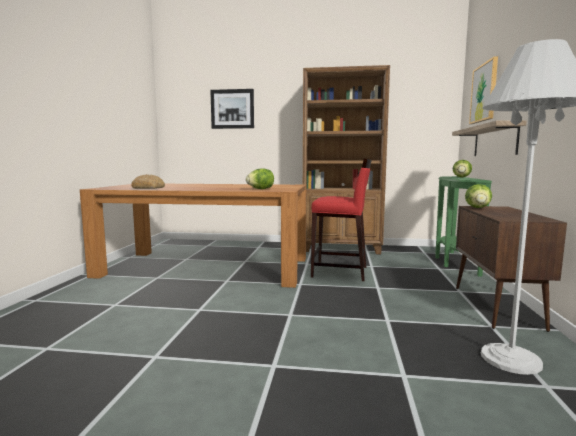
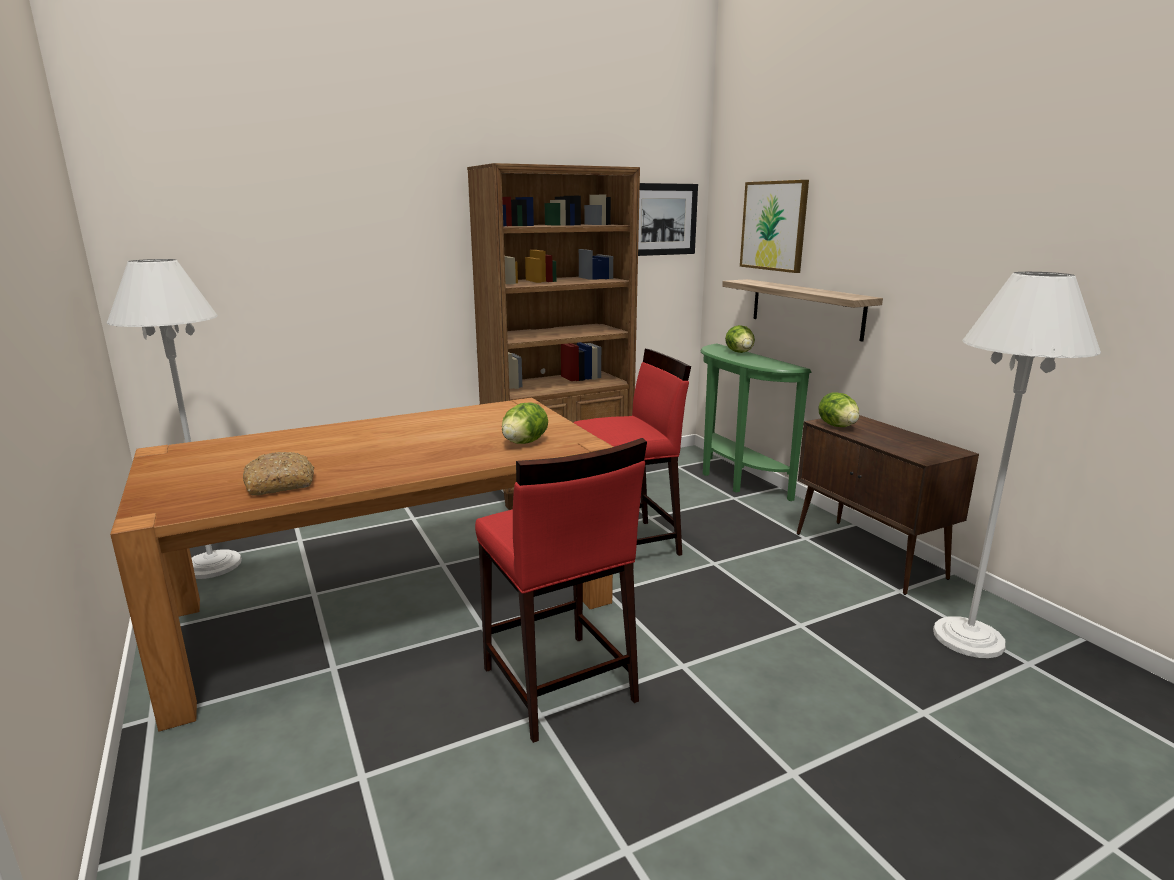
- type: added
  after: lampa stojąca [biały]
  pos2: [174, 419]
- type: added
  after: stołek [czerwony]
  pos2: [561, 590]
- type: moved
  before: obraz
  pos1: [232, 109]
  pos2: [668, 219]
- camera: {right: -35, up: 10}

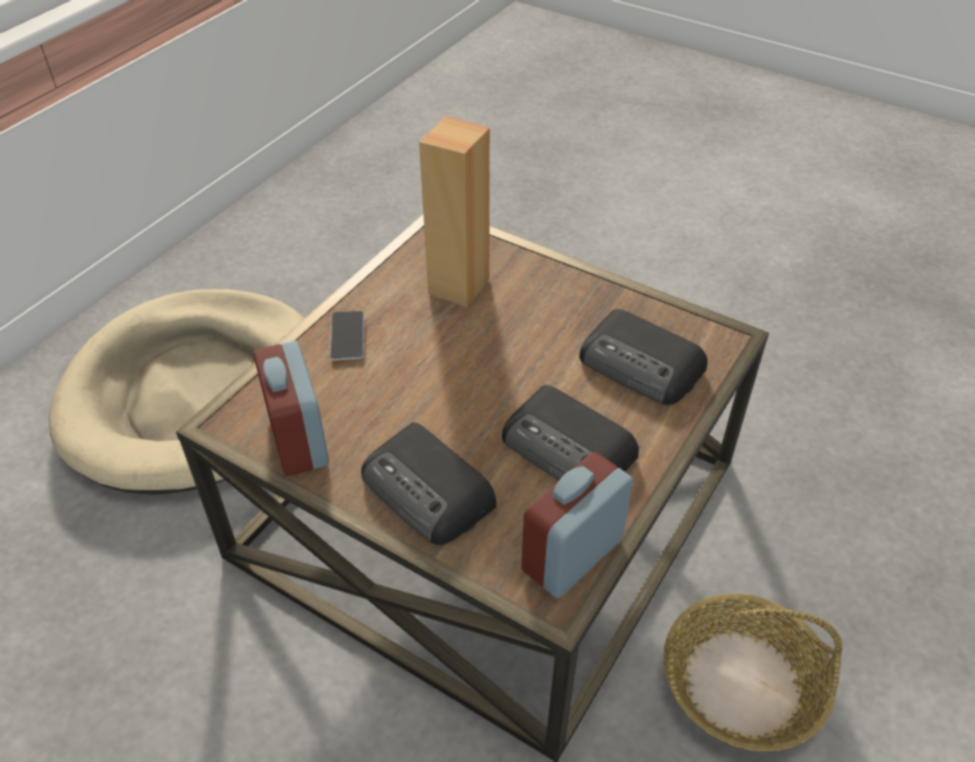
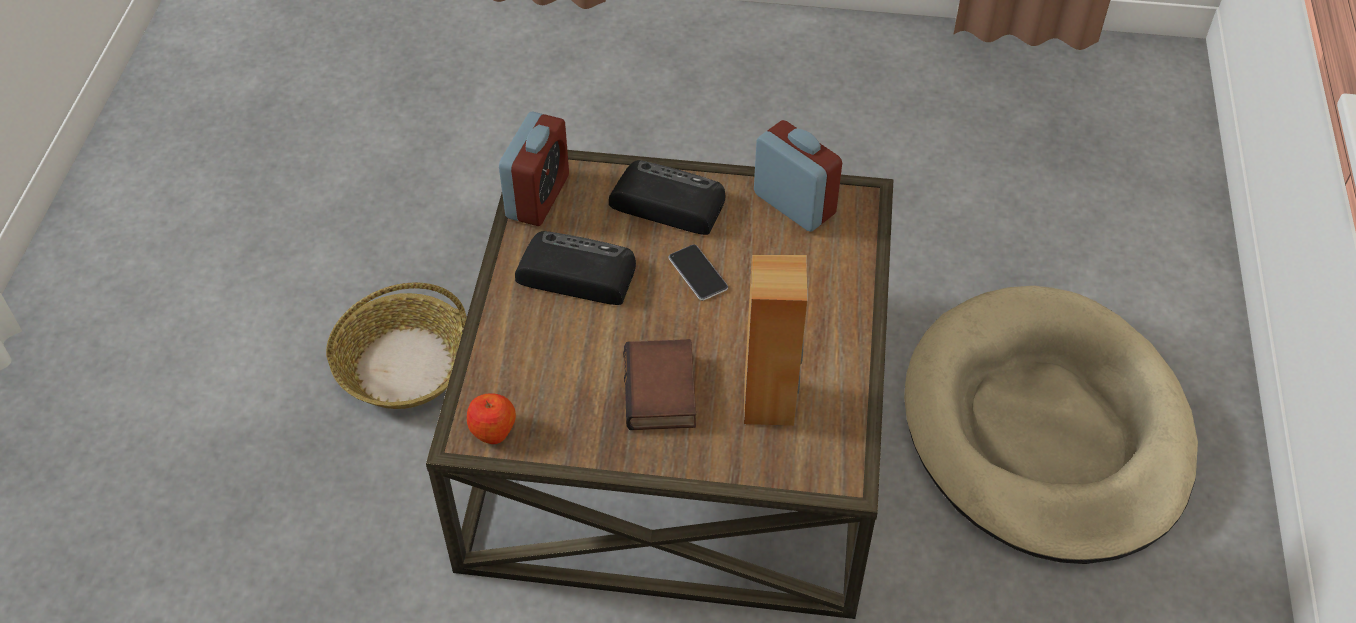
- type: removed
  before: radio
  pos1: [643, 357]
- type: added
  after: jabłko
  pos2: [491, 418]
- type: added
  after: książka
  pos2: [659, 384]
- type: moved
  before: telefon
  pos1: [347, 335]
  pos2: [698, 273]
- camera: {right: 155, up: 5}

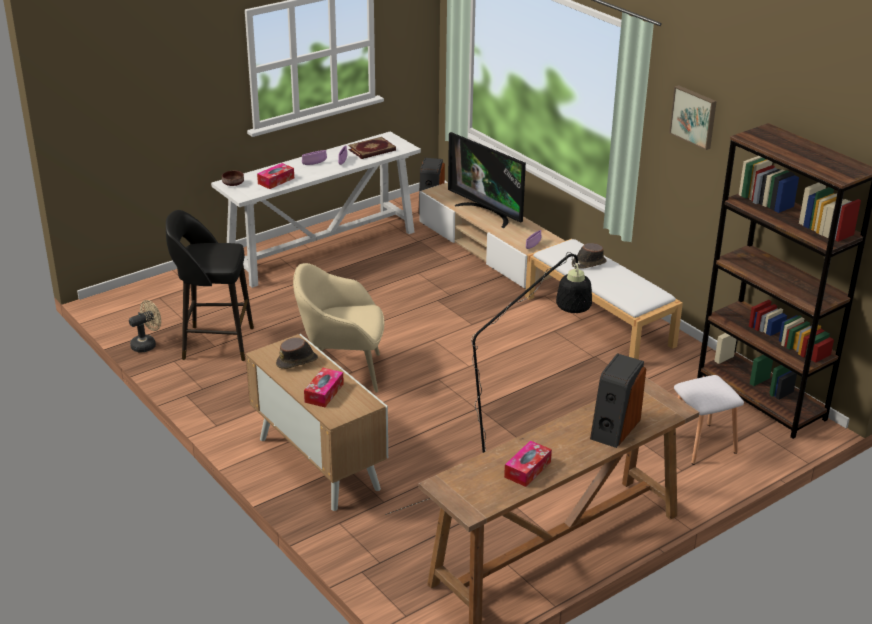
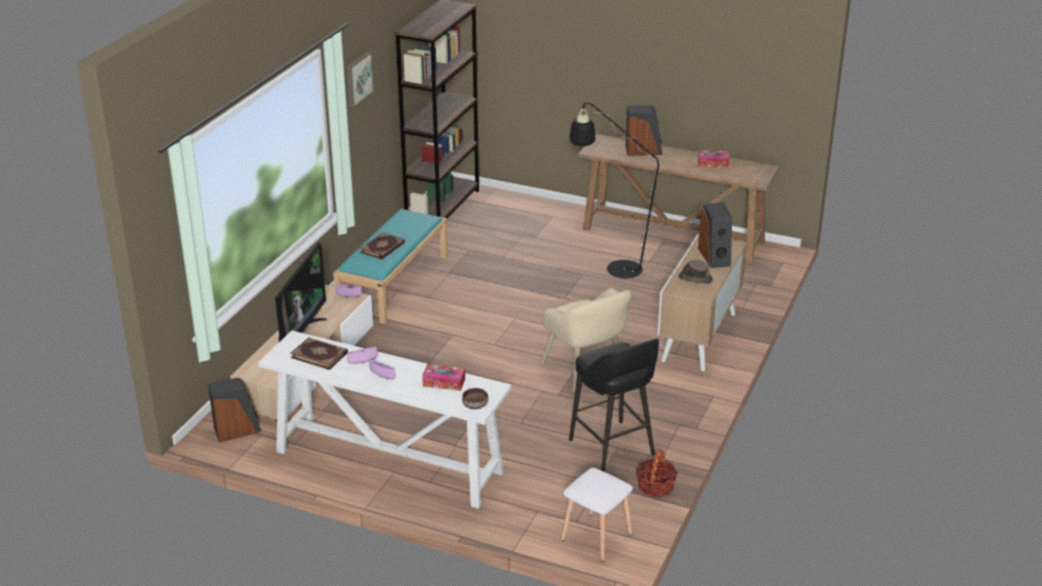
- type: moved
  before: stołek [biały]
  pos1: [709, 420]
  pos2: [597, 515]
- type: replaced
  before: wentylator [beżowy]
  after: koszyk
  pos1: [145, 326]
  pos2: [657, 473]
- type: replaced
  before: pudełko chusteczek
  after: głośnik
  pos1: [324, 387]
  pos2: [715, 235]
- type: replaced
  before: kapelusz [brązowy]
  after: książka
  pos1: [589, 256]
  pos2: [382, 245]
- type: recoloured
  before: ławka [biały]
  after: ławka [turkusowy]
  pos1: [604, 299]
  pos2: [390, 266]
- camera: {right: -120, up: 0}

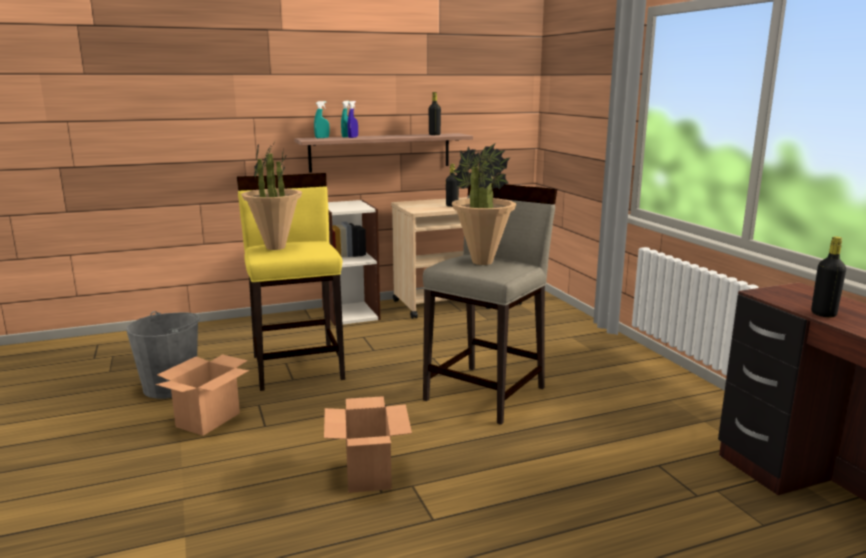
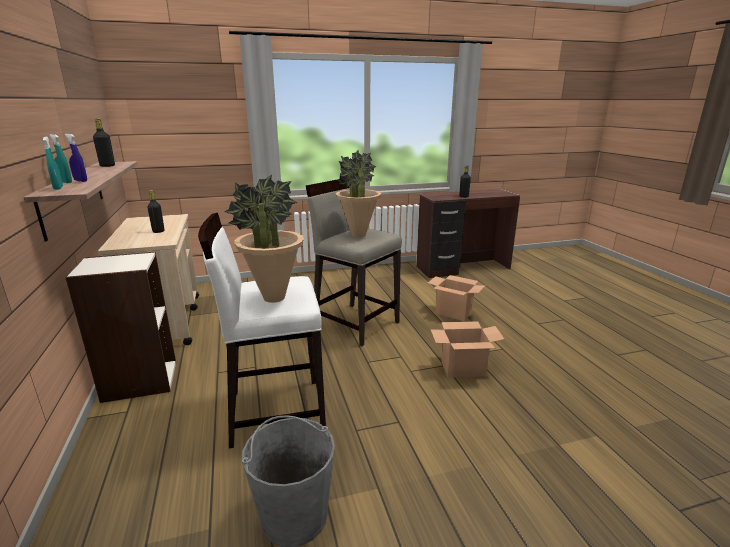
- type: moved
  before: karton
  pos1: [202, 395]
  pos2: [457, 298]
- type: recoloured
  before: stołek [żółty]
  after: stołek [biały]
  pos1: [291, 282]
  pos2: [262, 330]
- camera: {right: -85, up: 5}

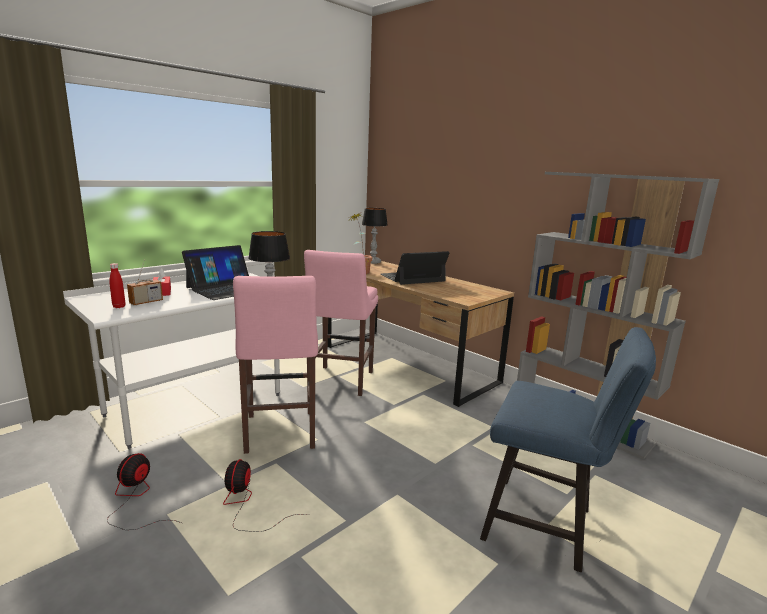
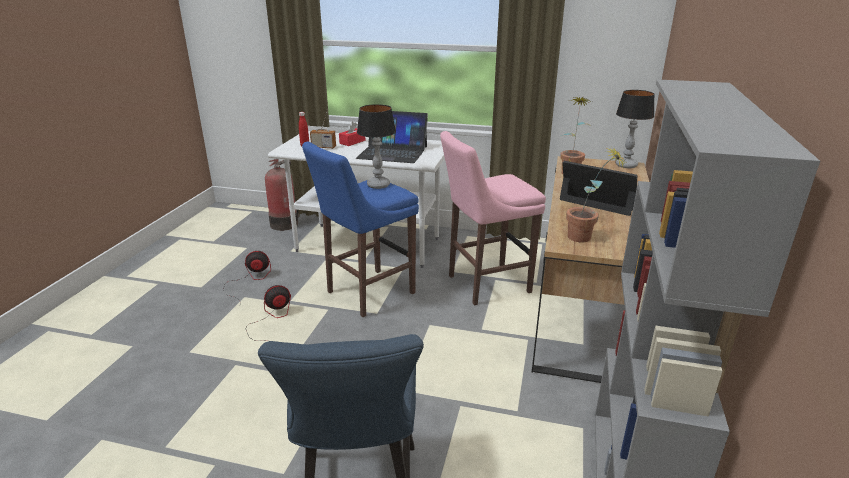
- type: added
  after: gaśnica
  pos2: [282, 195]
- type: added
  after: roślina doniczkowa
  pos2: [595, 194]
- type: recoloured
  before: stołek [różowy]
  after: stołek [niebieski]
  pos1: [275, 365]
  pos2: [360, 229]
- camera: {right: 60, up: 10}

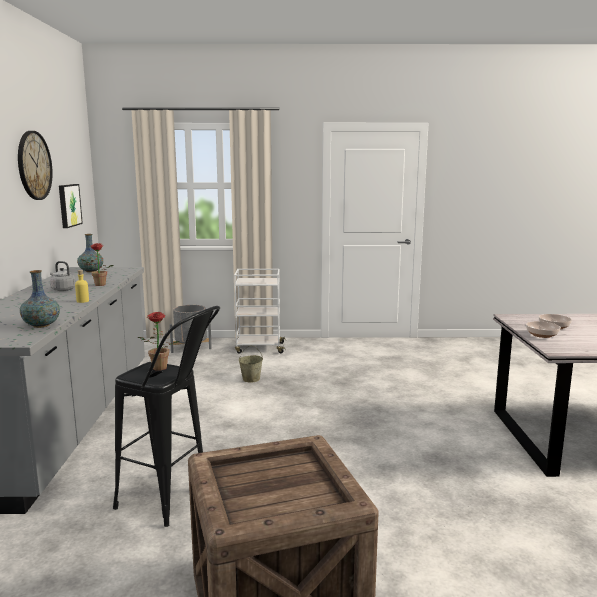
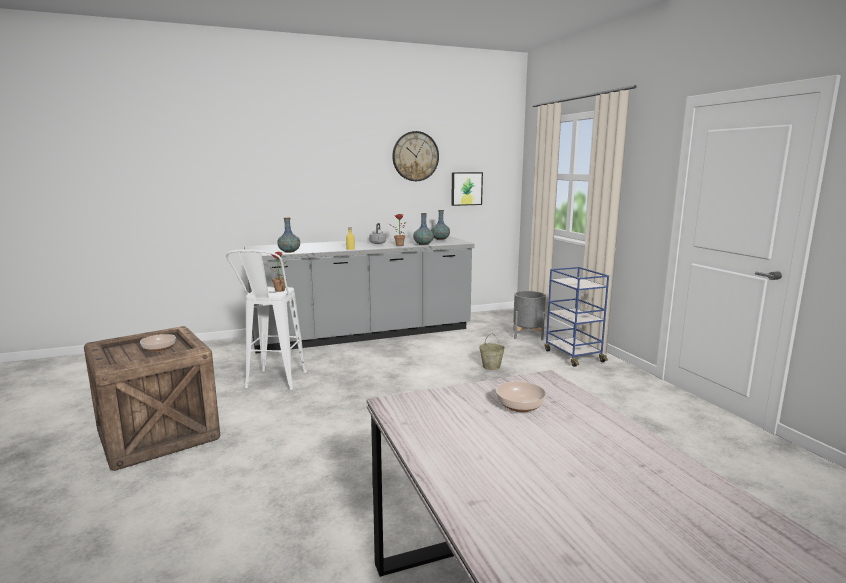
- type: added
  after: wazon
  pos2: [423, 229]
- type: moved
  before: miska
  pos1: [543, 329]
  pos2: [158, 343]
- type: recoloured
  before: stołek [czarny]
  after: stołek [biały]
  pos1: [166, 416]
  pos2: [266, 319]
- type: recoloured
  before: wózek [biały]
  after: wózek [niebieski]
  pos1: [260, 311]
  pos2: [576, 317]
- camera: {right: 70, up: 0}

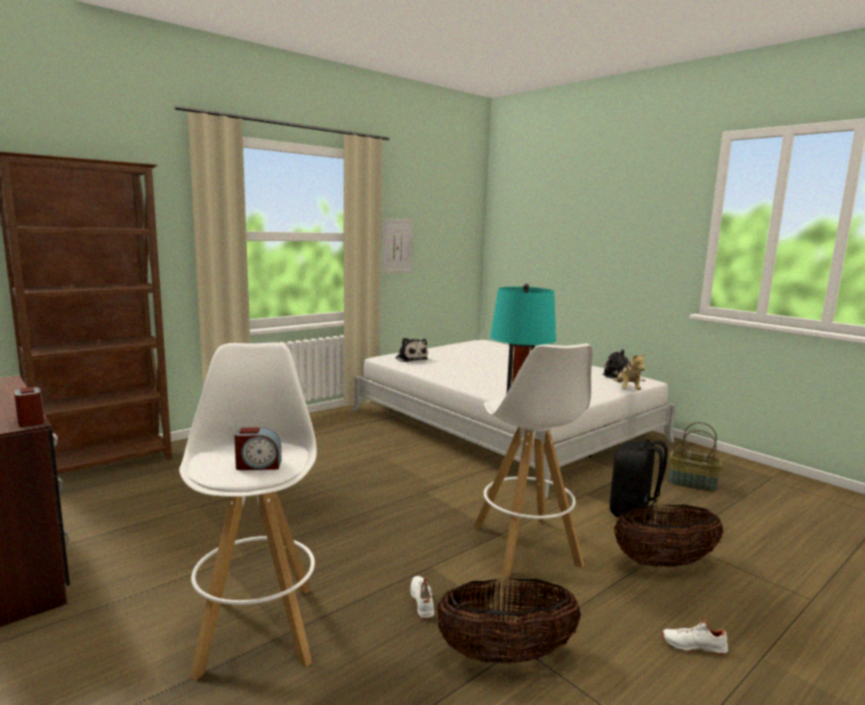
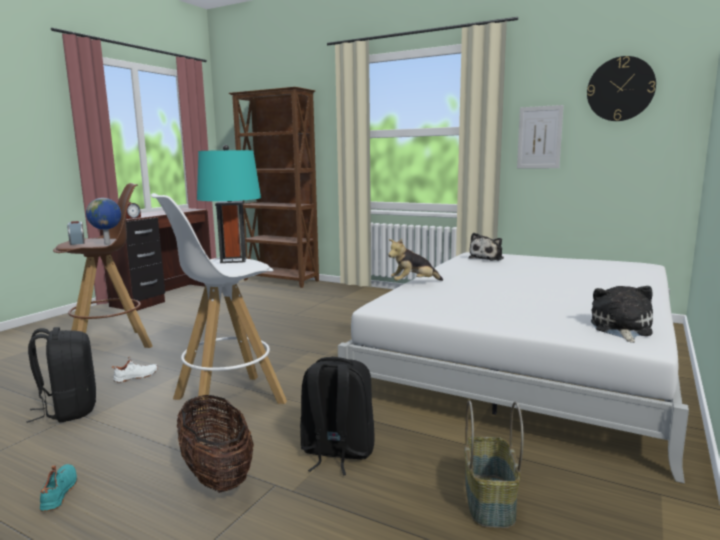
- type: added
  after: globus
  pos2: [103, 221]
- type: added
  after: zegar ścienny
  pos2: [621, 88]
- type: moved
  before: pluszak
  pos1: [629, 371]
  pos2: [415, 260]
- type: replaced
  before: koszyk
  after: plecak [czarny]
  pos1: [508, 621]
  pos2: [61, 375]
- type: recoloured
  before: stołek [biały]
  after: stołek [brązowy]
  pos1: [248, 511]
  pos2: [103, 265]
- type: recoloured
  before: but [biały]
  after: but [turkusowy]
  pos1: [696, 635]
  pos2: [58, 488]
- camera: {right: 70, up: 0}

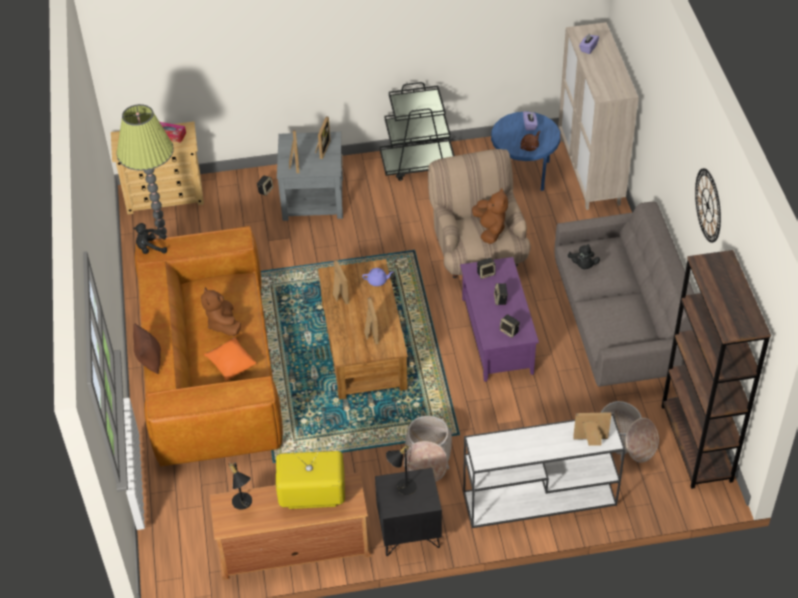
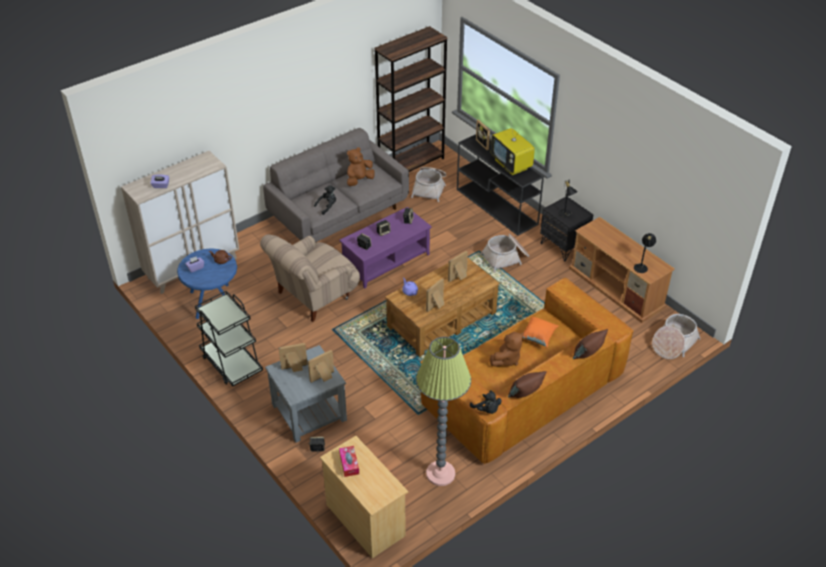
- type: removed
  before: zegar ścienny
  pos1: [708, 205]
- type: added
  after: poduszka [brązowy]
  pos2: [527, 384]
- type: added
  after: koszyk
  pos2: [676, 336]
- type: moved
  before: telewizor
  pos1: [310, 479]
  pos2: [513, 149]
- type: moved
  before: pluszak [brązowy]
  pos1: [490, 216]
  pos2: [361, 166]
- type: recoloured
  before: stolik konsolowy [biały]
  after: stolik konsolowy [czarny]
  pos1: [544, 471]
  pos2: [500, 185]
- camera: {right: -120, up: -5}

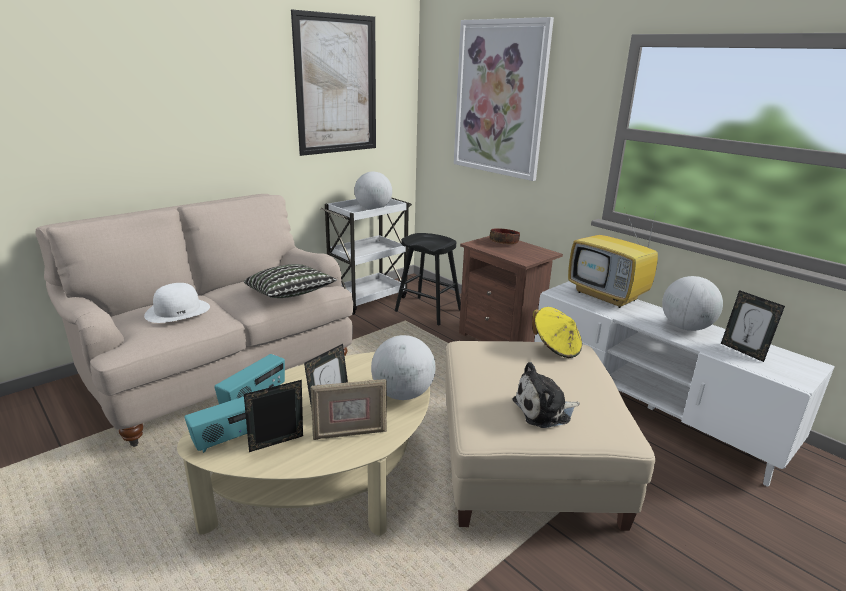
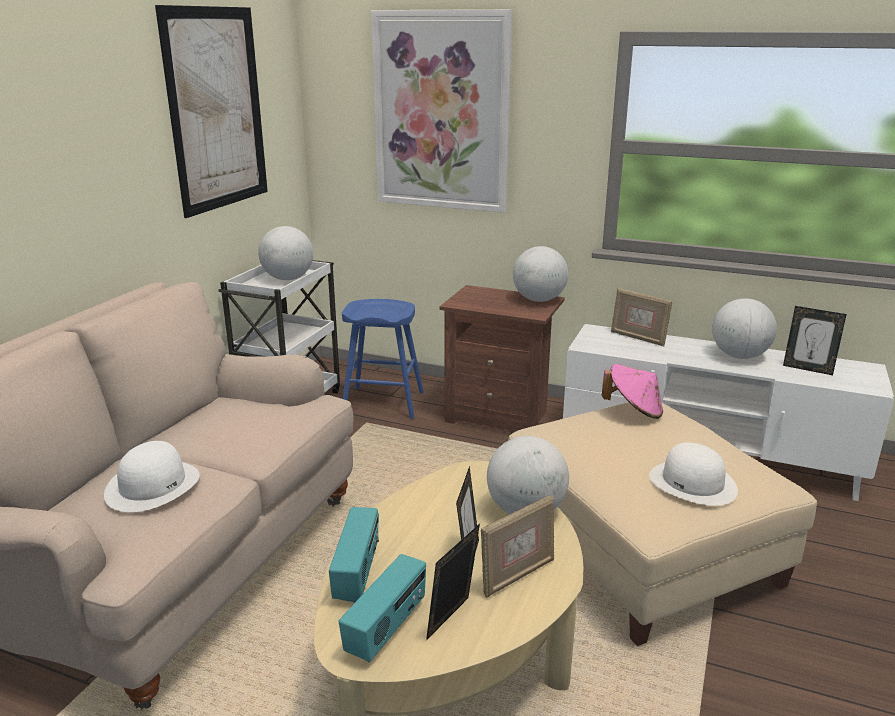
- type: removed
  before: poduszka
  pos1: [290, 281]
- type: removed
  before: miska
  pos1: [504, 236]
- type: added
  after: globus
  pos2: [540, 274]
- type: replaced
  before: pluszak
  after: kapelusz [biały]
  pos1: [546, 395]
  pos2: [693, 474]
- type: replaced
  before: telewizor
  after: ramka na zdjęcie
  pos1: [613, 259]
  pos2: [641, 317]
- type: recoloured
  before: stołek [czarny]
  after: stołek [niebieski]
  pos1: [428, 279]
  pos2: [383, 359]
- type: recoloured
  before: kapelusz [żółty]
  after: kapelusz [różowy]
  pos1: [557, 332]
  pos2: [632, 391]
- camera: {right: -25, up: 0}

